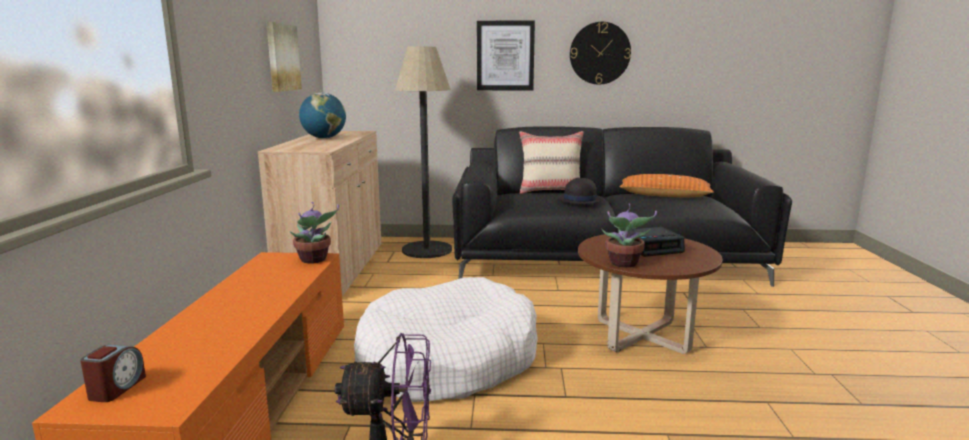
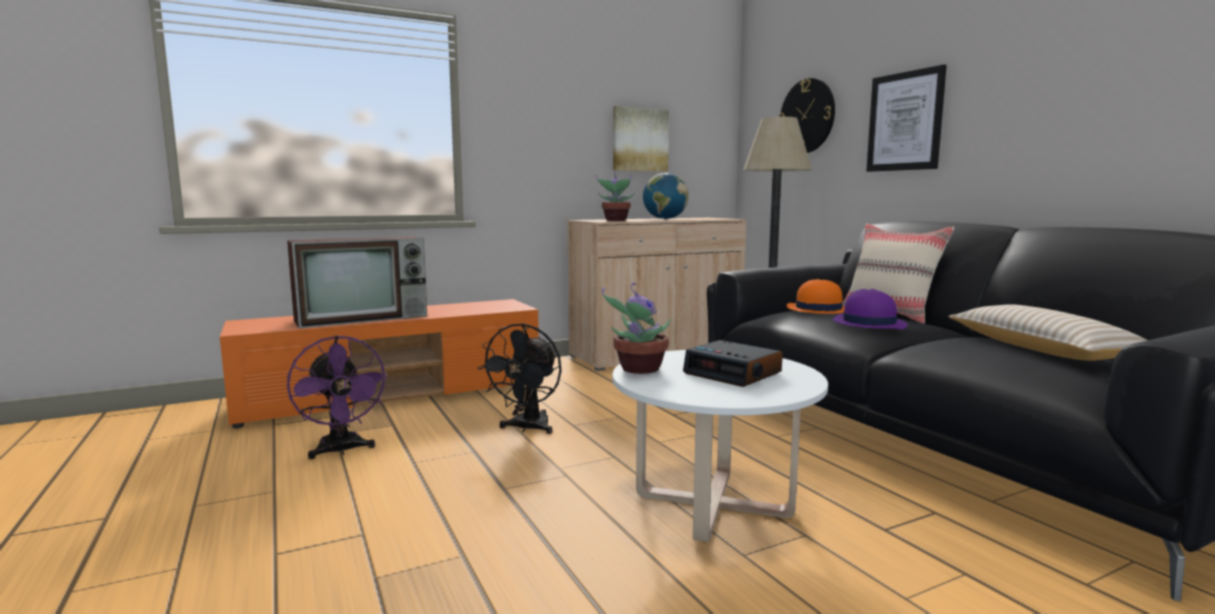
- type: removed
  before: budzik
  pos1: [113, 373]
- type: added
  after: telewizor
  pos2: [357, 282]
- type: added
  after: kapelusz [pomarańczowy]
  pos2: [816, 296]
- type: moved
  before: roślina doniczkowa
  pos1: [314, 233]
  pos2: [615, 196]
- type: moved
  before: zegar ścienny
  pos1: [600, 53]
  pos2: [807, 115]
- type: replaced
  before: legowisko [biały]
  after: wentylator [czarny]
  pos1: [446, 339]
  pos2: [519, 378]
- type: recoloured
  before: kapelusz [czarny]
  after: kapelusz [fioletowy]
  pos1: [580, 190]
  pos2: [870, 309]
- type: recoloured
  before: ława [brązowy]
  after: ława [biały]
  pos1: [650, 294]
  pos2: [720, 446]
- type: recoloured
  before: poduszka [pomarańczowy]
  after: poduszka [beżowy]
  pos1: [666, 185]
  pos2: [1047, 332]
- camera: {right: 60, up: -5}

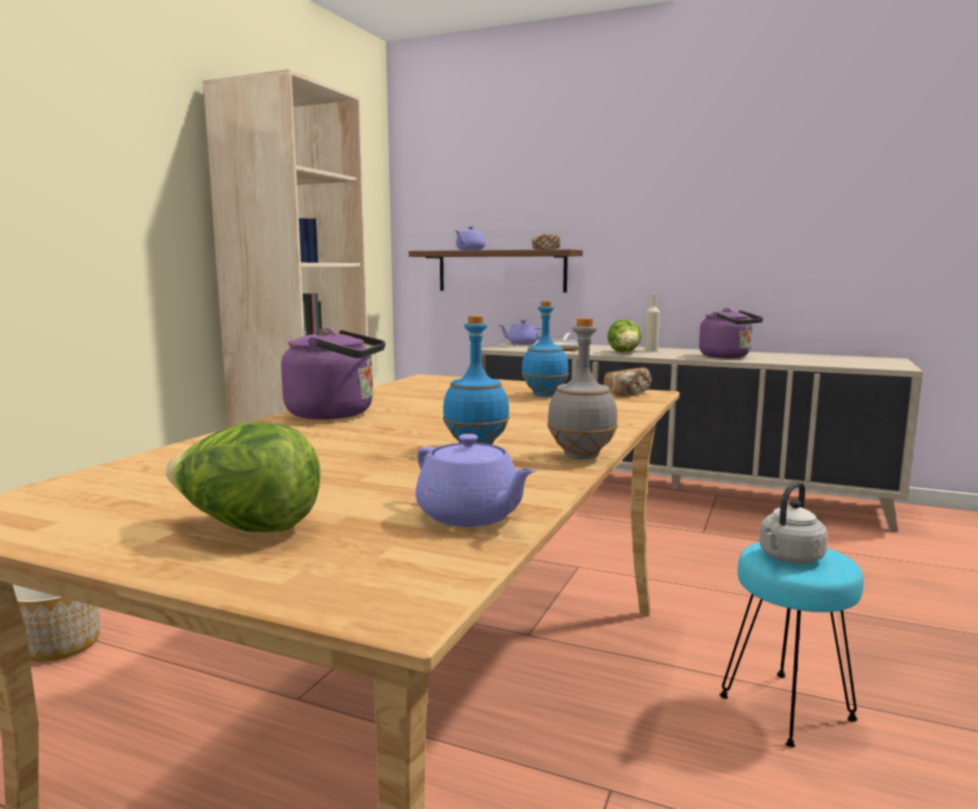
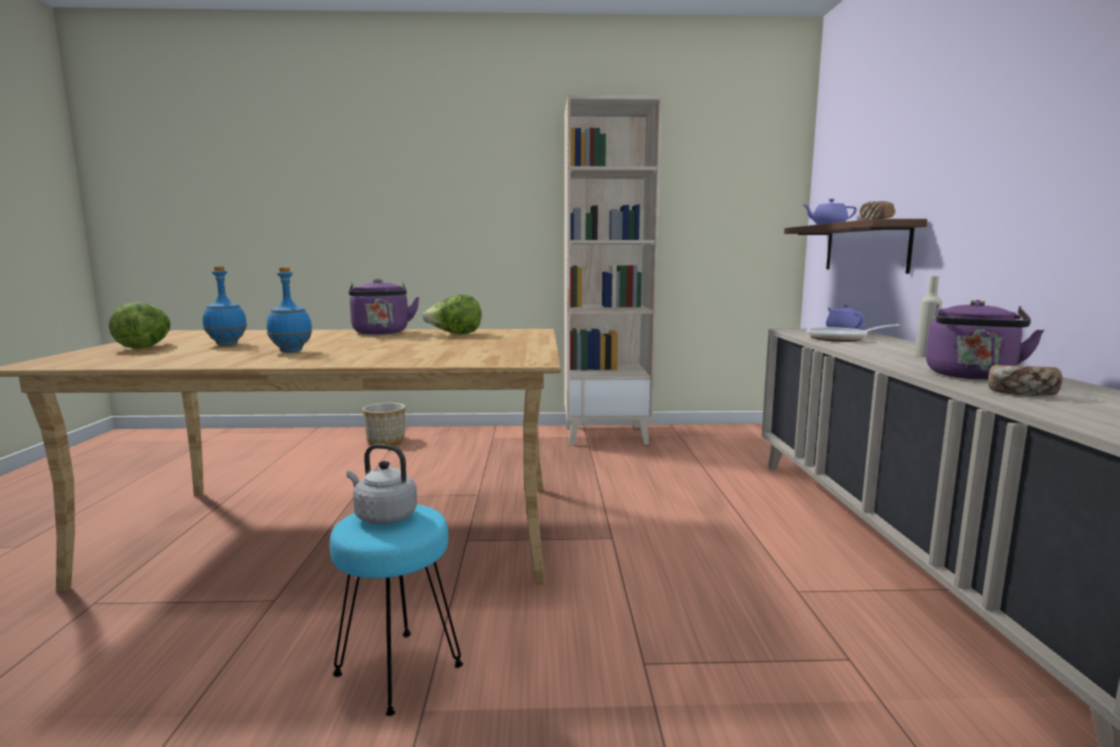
- type: removed
  before: imbryk [fioletowy]
  pos1: [475, 480]
- type: removed
  before: butelka [szary]
  pos1: [582, 389]
- type: moved
  before: butelka [niebieski]
  pos1: [545, 349]
  pos2: [225, 306]
- type: moved
  before: chleb
  pos1: [628, 381]
  pos2: [1025, 380]
- type: moved
  before: sałata
  pos1: [624, 336]
  pos2: [452, 314]
- camera: {right: 65, up: 0}

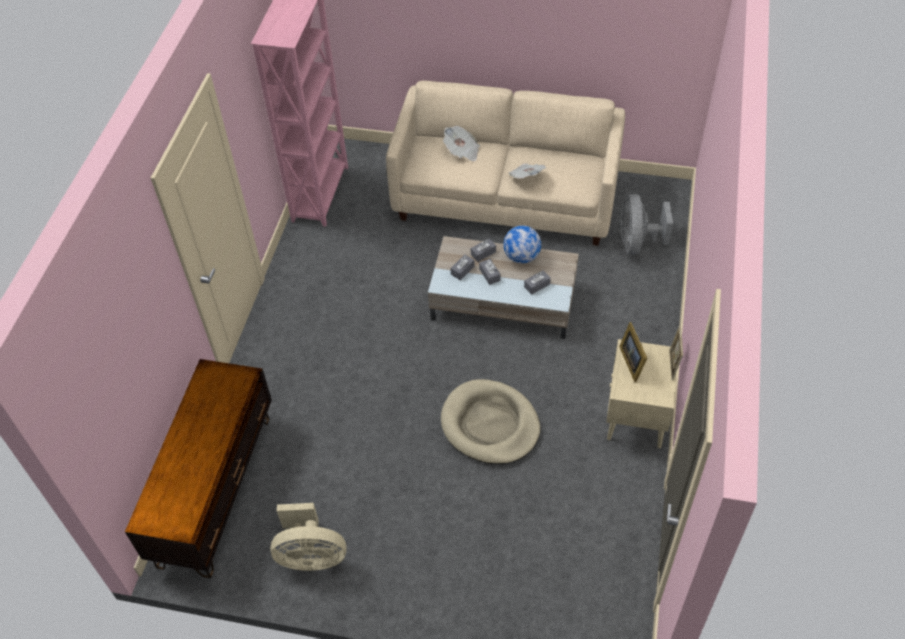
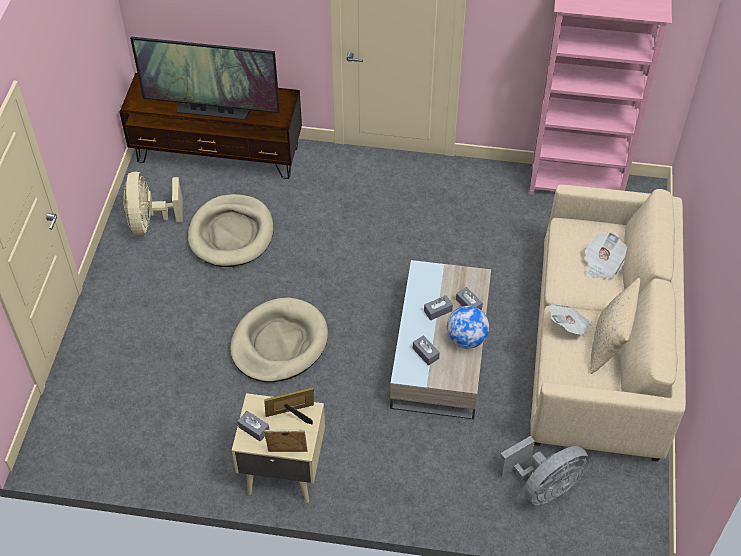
- type: added
  after: telewizor
  pos2: [205, 78]
- type: added
  after: legowisko [beżowy]
  pos2: [231, 230]
- type: added
  after: poduszka [beżowy]
  pos2: [615, 326]
- type: moved
  before: pudełko chusteczek [szary]
  pos1: [462, 267]
  pos2: [253, 426]
- type: turned
  before: wentylator [szary]
  pos1: [646, 224]
  pos2: [544, 470]
  turn: 150
- camera: {right: 85, up: 0}

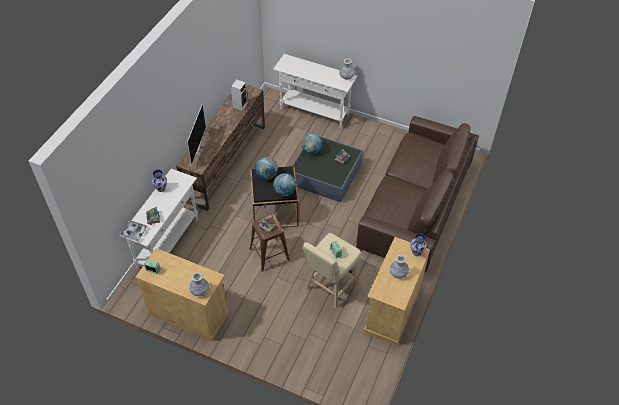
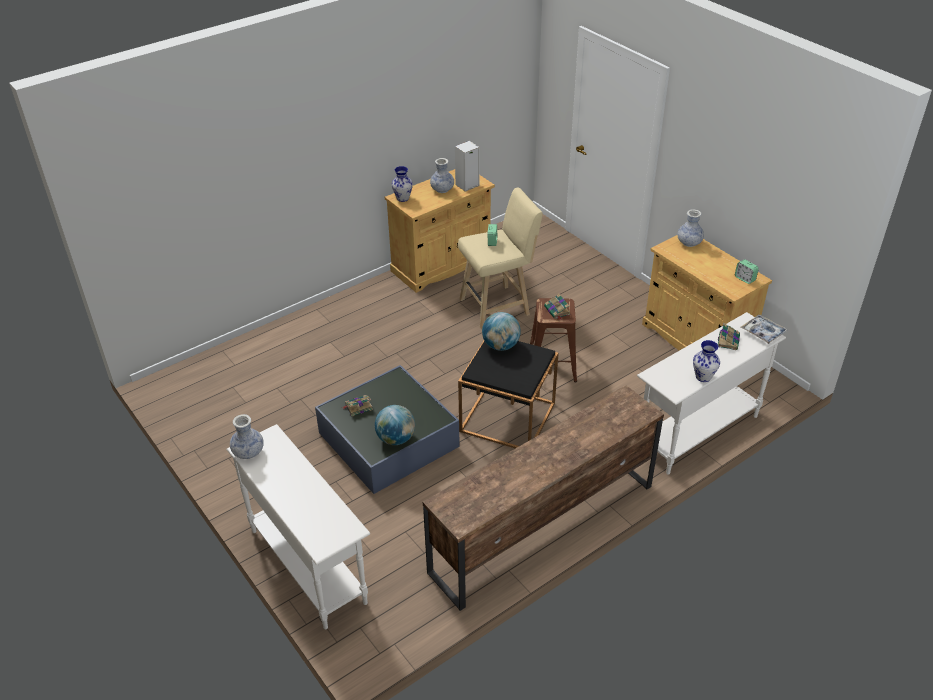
- type: removed
  before: telewizor
  pos1: [196, 134]
- type: removed
  before: globus
  pos1: [266, 168]
- type: removed
  before: kanapa [brązowy]
  pos1: [417, 194]
- type: moved
  before: głośnik
  pos1: [239, 95]
  pos2: [467, 166]
- camera: {right: -150, up: -10}

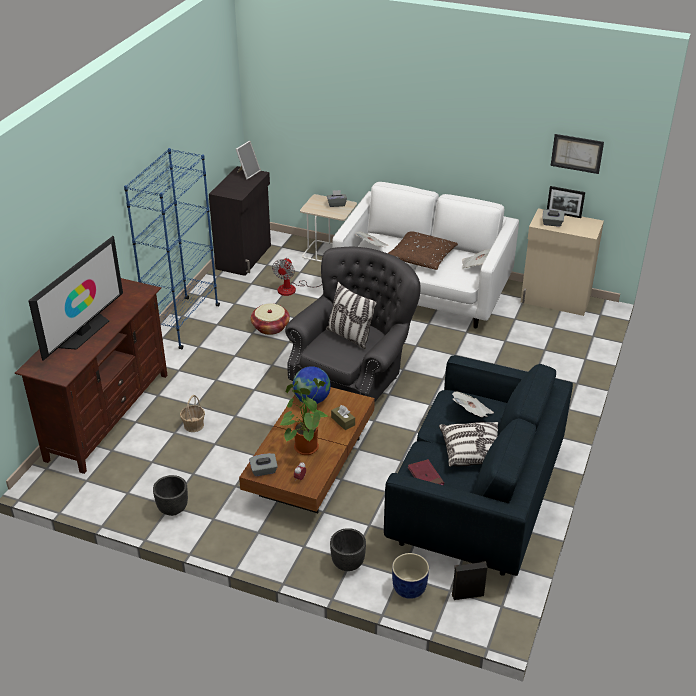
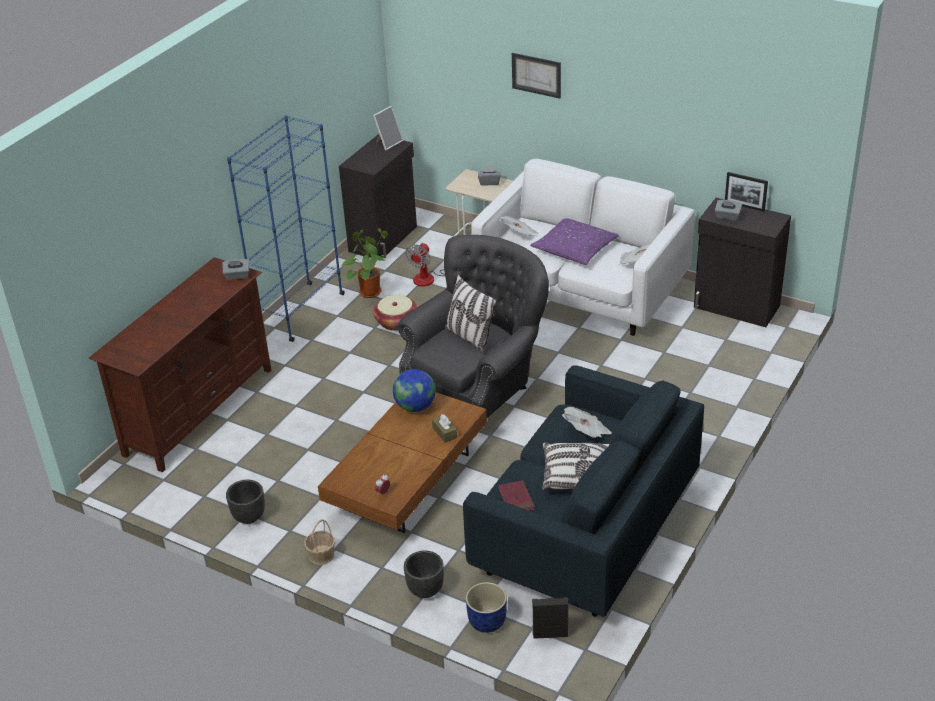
- type: removed
  before: telewizor
  pos1: [75, 298]
- type: moved
  before: koszyk
  pos1: [192, 413]
  pos2: [319, 542]
- type: moved
  before: pudełko chusteczek [szary]
  pos1: [263, 464]
  pos2: [236, 269]
- type: moved
  before: roślina doniczkowa
  pos1: [304, 416]
  pos2: [365, 263]
- type: moved
  before: obraz
  pos1: [577, 154]
  pos2: [536, 76]
- type: recoloured
  before: poduszka [brązowy]
  after: poduszka [fioletowy]
  pos1: [423, 250]
  pos2: [574, 241]
- type: recoloured
  before: szafka [beżowy]
  after: szafka [czarny]
  pos1: [562, 262]
  pos2: [742, 262]
- camera: {right: 10, up: 0}

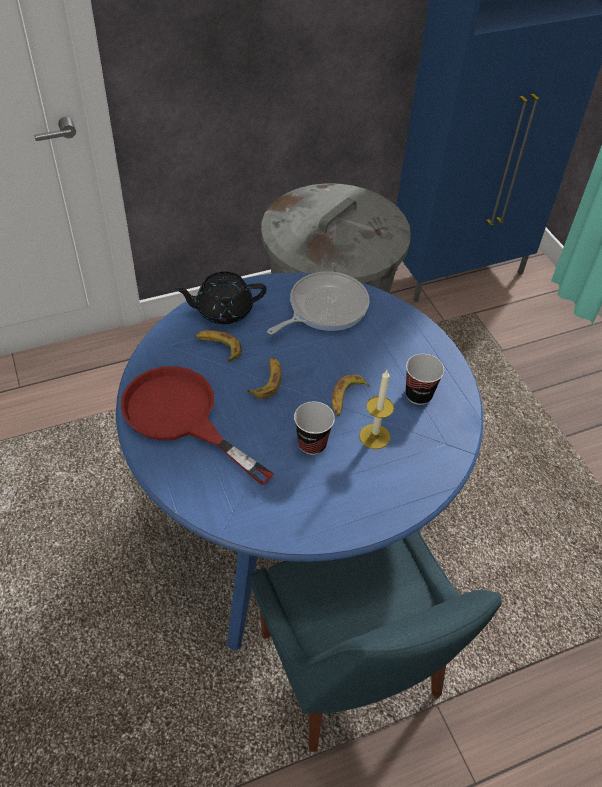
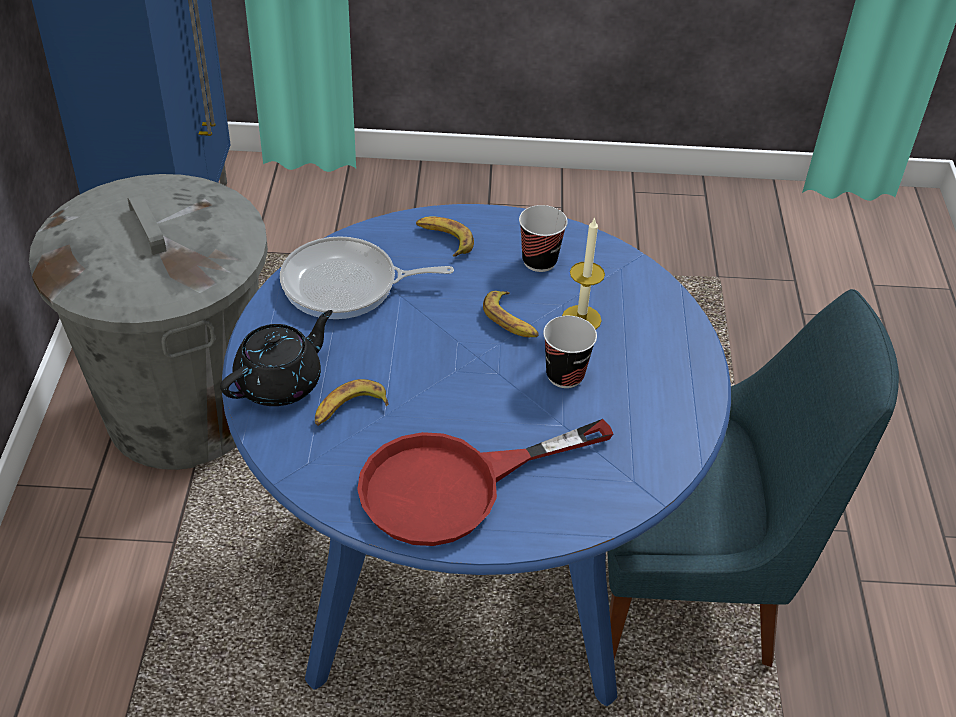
- type: moved
  before: banan
  pos1: [264, 378]
  pos2: [445, 236]
- type: turned
  before: imbryk [czarny]
  pos1: [220, 297]
  pos2: [276, 358]
  turn: -150
- type: turned
  before: patelnia
  pos1: [318, 303]
  pos2: [367, 277]
  turn: -75
- camera: {right: -65, up: -5}

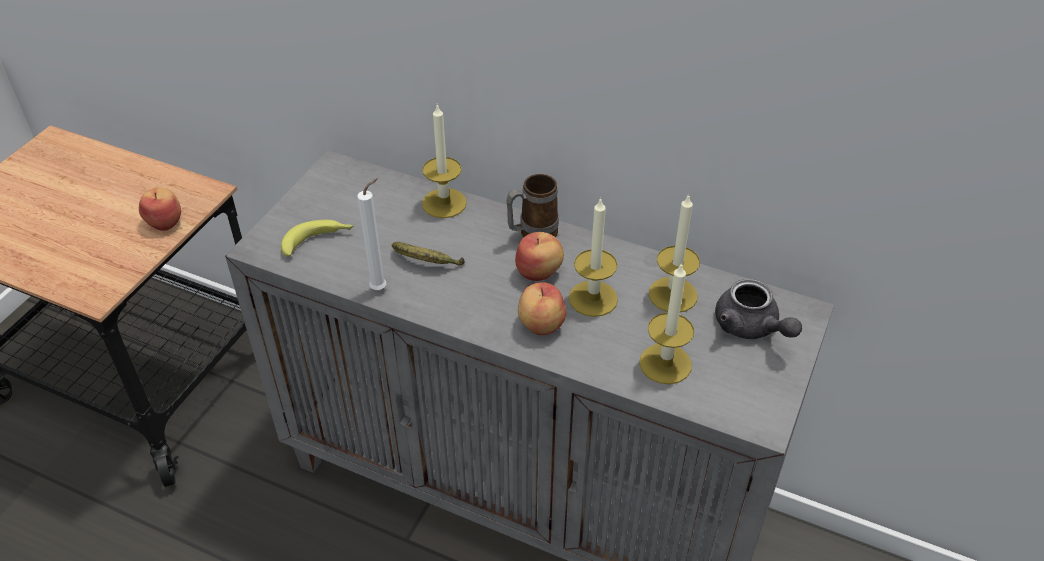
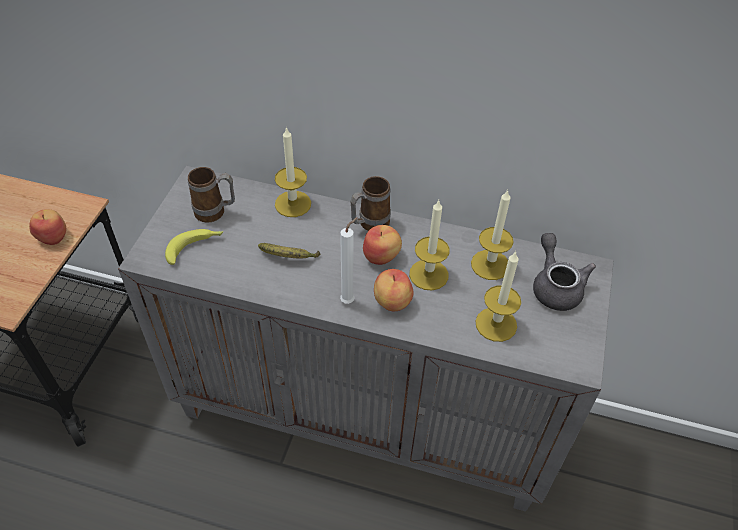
- type: added
  after: kubek
  pos2: [211, 195]
- type: moved
  before: świeca [biały]
  pos1: [371, 234]
  pos2: [349, 260]
- type: turned
  before: imbryk [szary]
  pos1: [758, 309]
  pos2: [564, 272]
  turn: -150
- camera: {right: -10, up: 5}

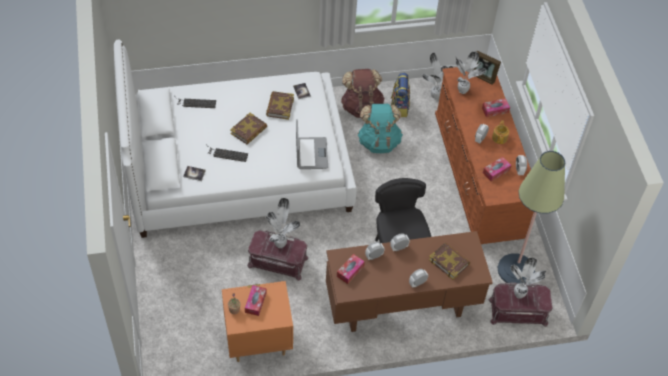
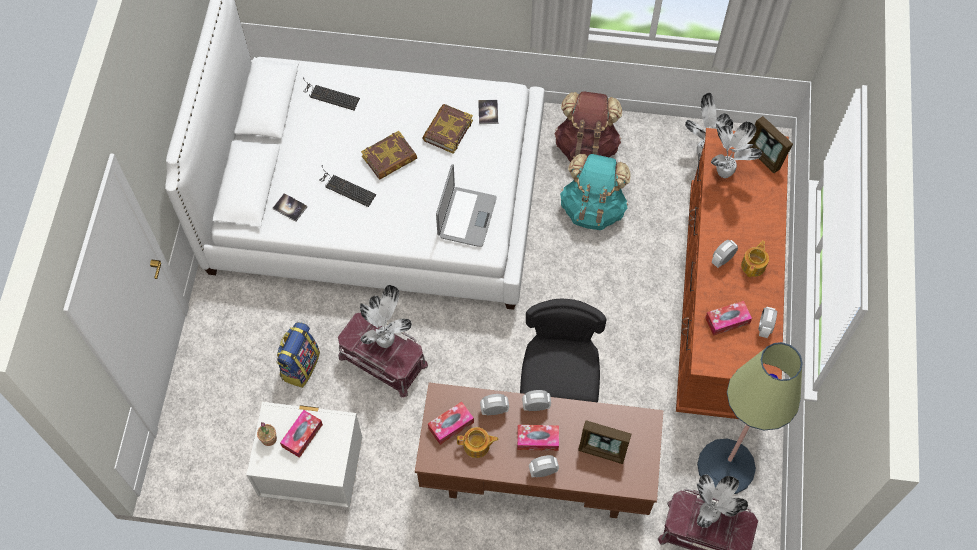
- type: added
  after: imbryk
  pos2: [477, 442]
- type: moved
  before: plecak
  pos1: [400, 95]
  pos2: [298, 355]
- type: moved
  before: pudełko chusteczek
  pos1: [496, 107]
  pos2: [538, 438]
- type: replaced
  before: książka
  after: ramka na zdjęcie
  pos1: [449, 261]
  pos2: [604, 442]
- type: recoloured
  before: szafka nocna [pomarańczowy]
  after: szafka nocna [biały]
  pos1: [257, 321]
  pos2: [304, 455]
- camera: {right: 20, up: 10}

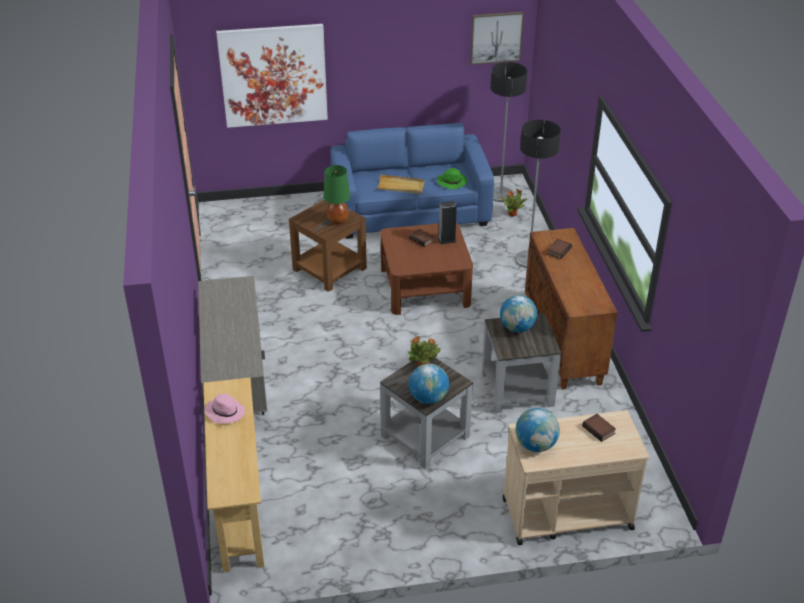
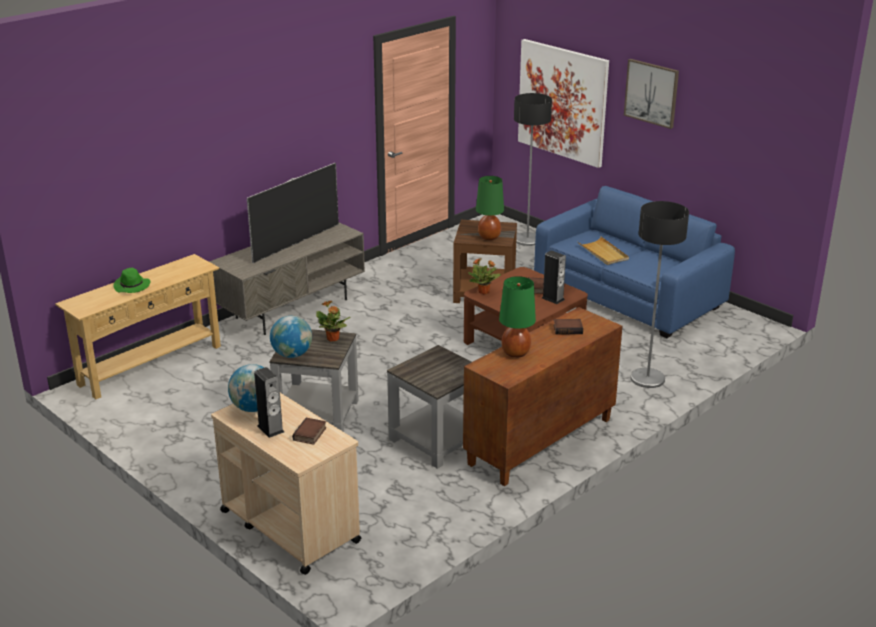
- type: removed
  before: kapelusz [różowy]
  pos1: [225, 408]
- type: removed
  before: globus
  pos1: [518, 313]
- type: added
  after: telewizor
  pos2: [293, 213]
- type: added
  after: głośnik
  pos2: [269, 402]
- type: added
  after: lampa stołowa [zielony]
  pos2: [517, 317]
- type: moved
  before: kapelusz [zielony]
  pos1: [452, 179]
  pos2: [131, 280]
- type: moved
  before: obraz
  pos1: [497, 38]
  pos2: [651, 94]
- type: moved
  before: lampa stojąca
  pos1: [509, 132]
  pos2: [533, 169]
- type: moved
  before: roślina doniczkowa
  pos1: [514, 203]
  pos2: [484, 276]
- camera: {right: 55, up: -10}

